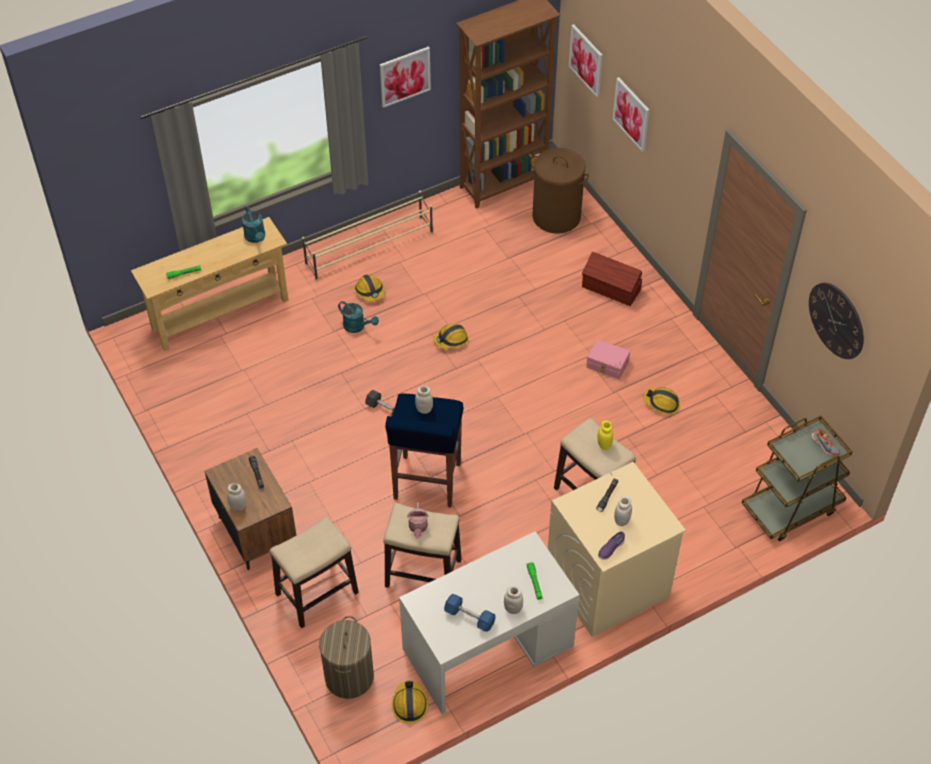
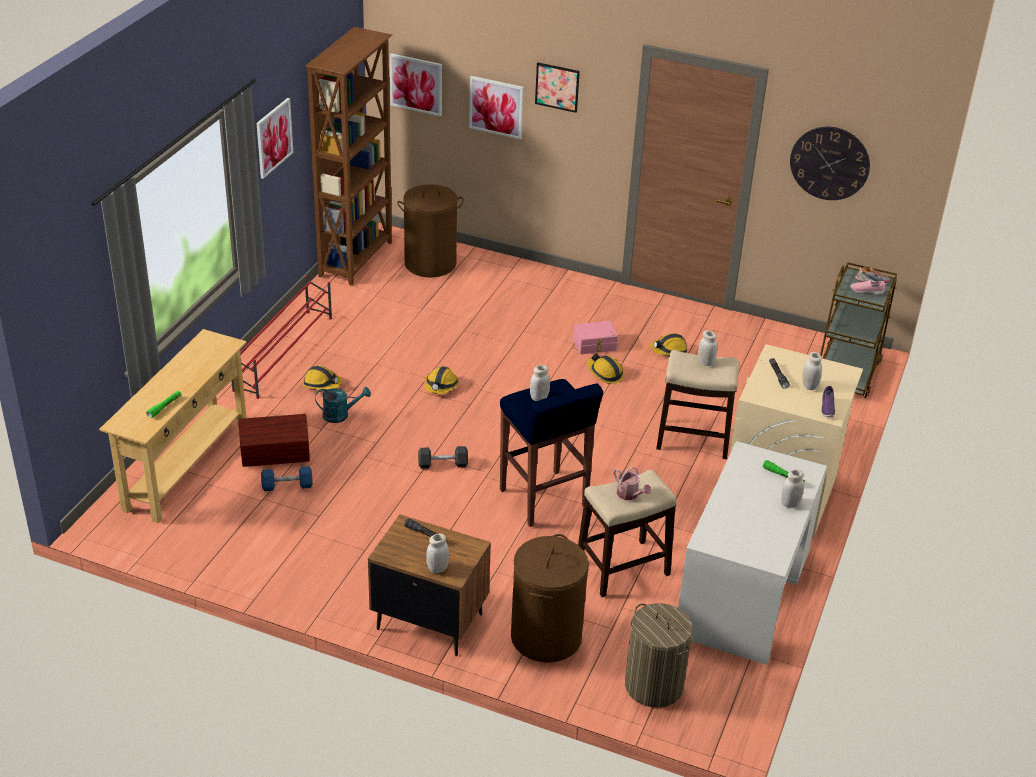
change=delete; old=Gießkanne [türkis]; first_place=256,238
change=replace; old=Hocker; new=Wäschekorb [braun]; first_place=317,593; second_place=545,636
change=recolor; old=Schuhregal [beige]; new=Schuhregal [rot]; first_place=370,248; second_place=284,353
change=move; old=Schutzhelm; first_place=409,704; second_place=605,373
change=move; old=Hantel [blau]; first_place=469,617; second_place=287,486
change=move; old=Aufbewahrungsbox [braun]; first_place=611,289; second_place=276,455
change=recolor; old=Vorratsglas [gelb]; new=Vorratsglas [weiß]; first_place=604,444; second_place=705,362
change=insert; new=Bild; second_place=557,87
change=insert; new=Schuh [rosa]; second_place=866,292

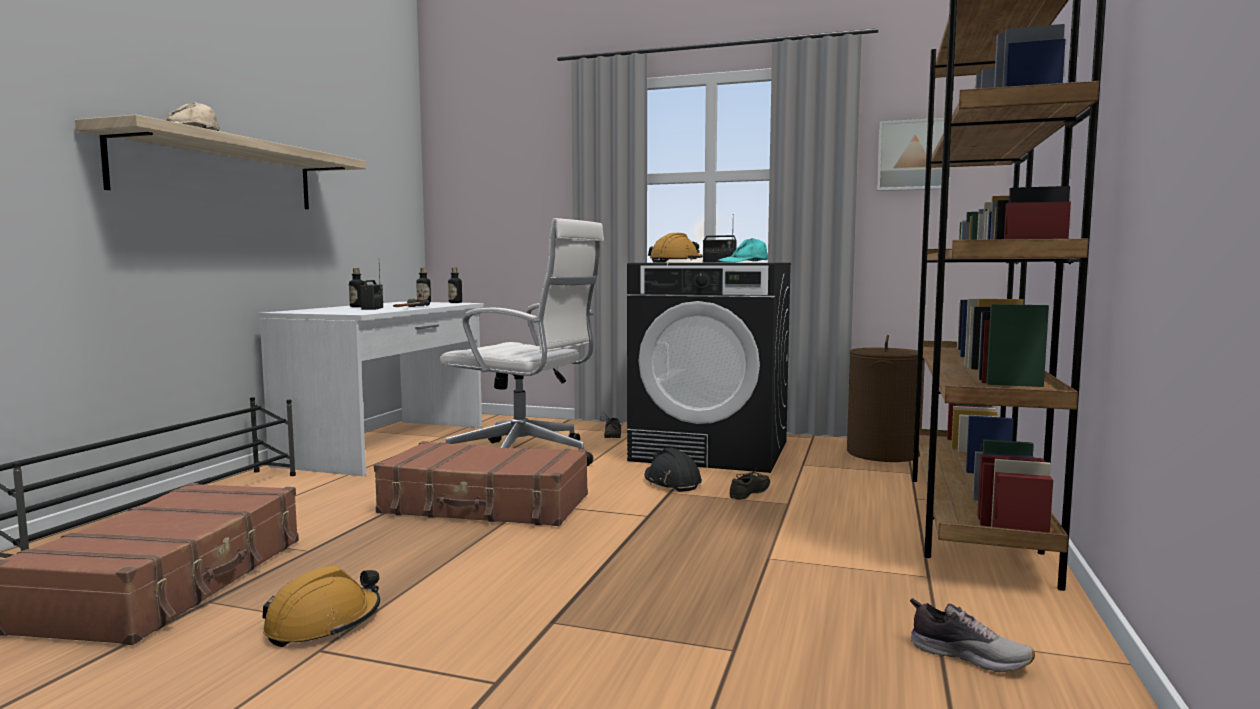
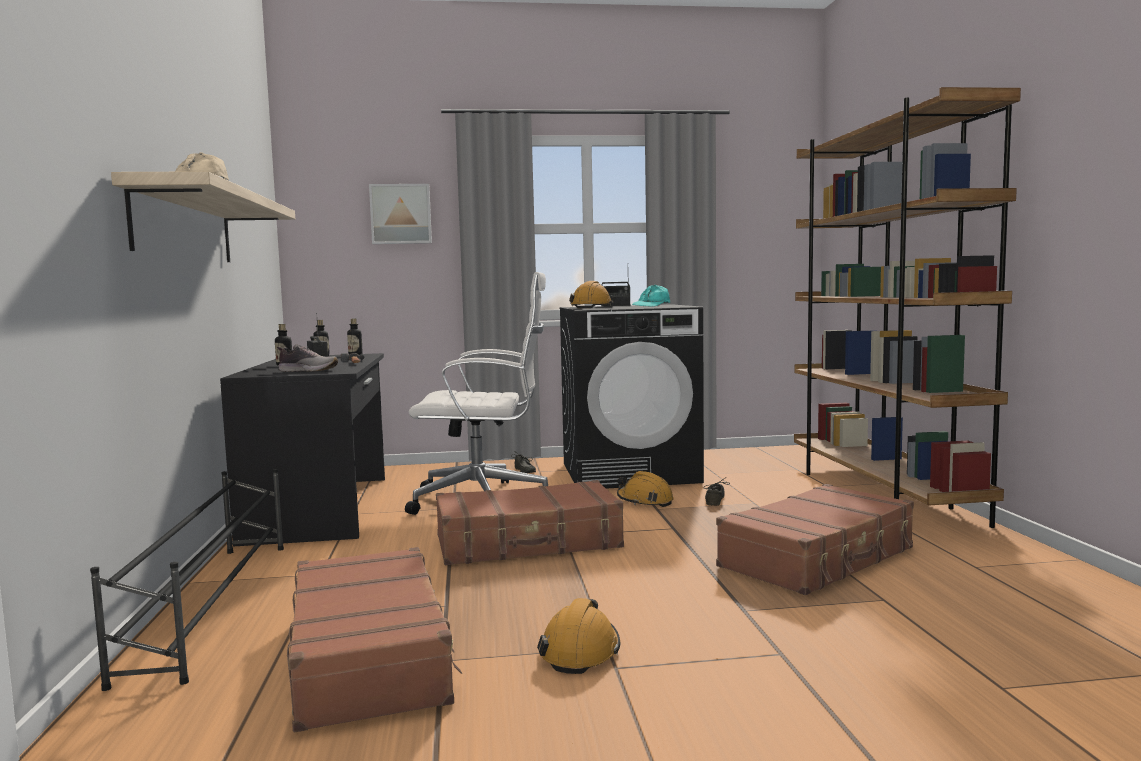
change=recolor; old=Schreibtisch [weiß]; new=Schreibtisch [schwarz]; first_place=388,445; second_place=322,507
change=recolor; old=Schutzhelm [schwarz]; new=Schutzhelm [orange]; first_place=672,482; second_place=645,501
change=delete; old=Wäschekorb [braun]; first_place=882,453
change=move; old=Bild; first_place=913,155; second_place=401,214
change=move; old=Schuh; first_place=968,656; second_place=308,371
change=insert; new=Koffer [braun]; second_place=818,558

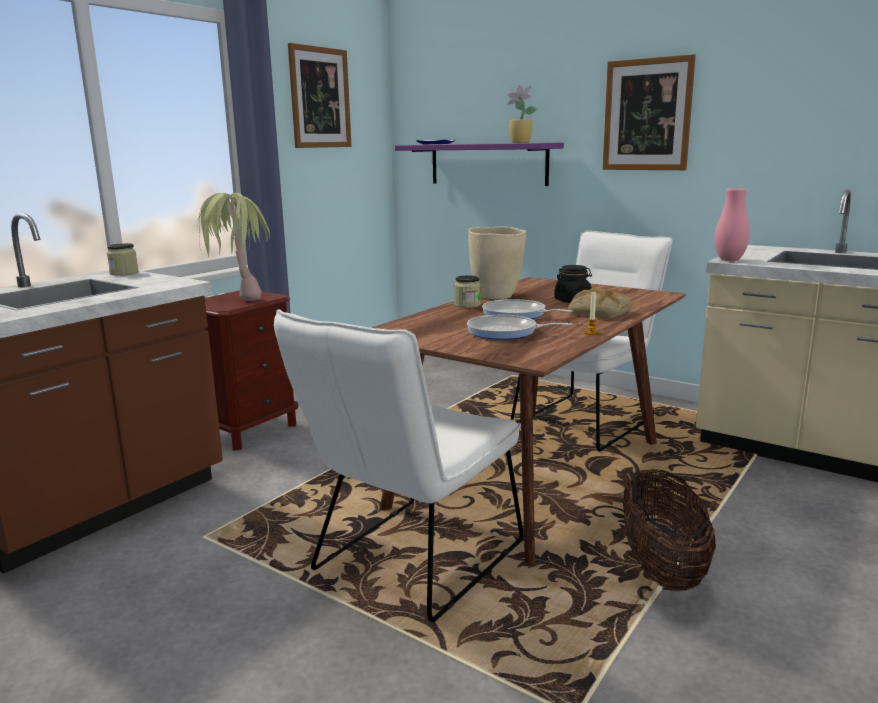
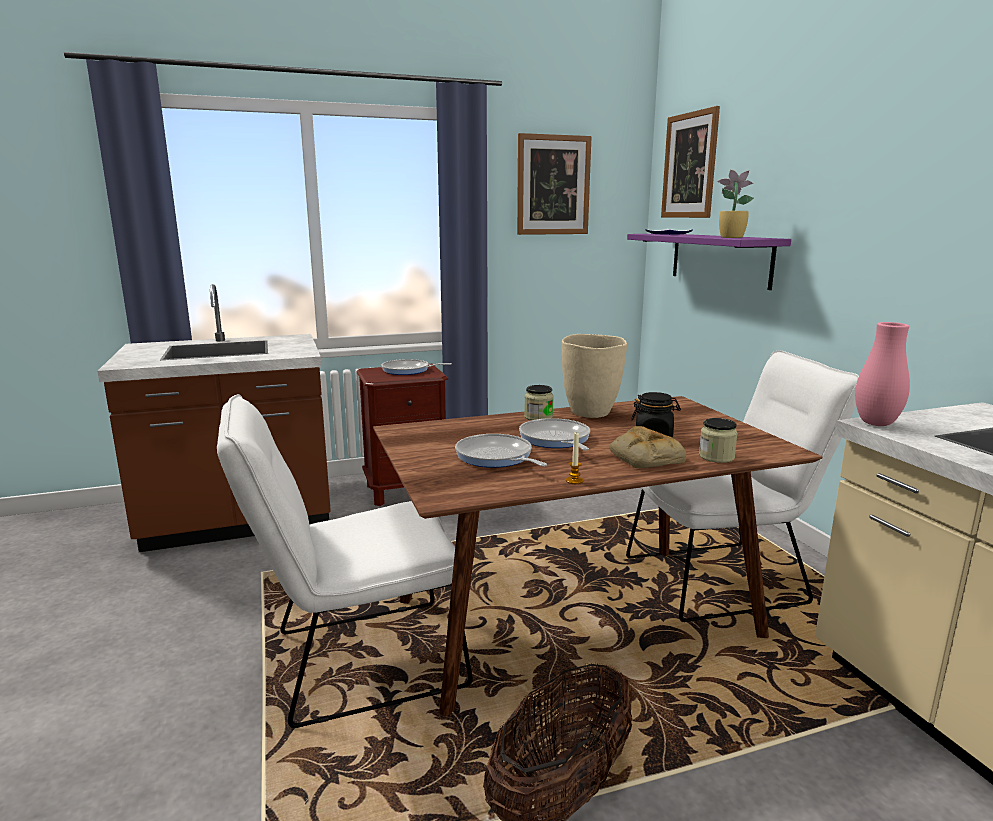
change=move; old=Vorratsglas; first_place=124,273; second_place=716,457
change=replace; old=Topfpflanze; new=Pfanne; first_place=239,297; second_place=408,370
change=move; old=Bild; first_place=647,115; second_place=689,165

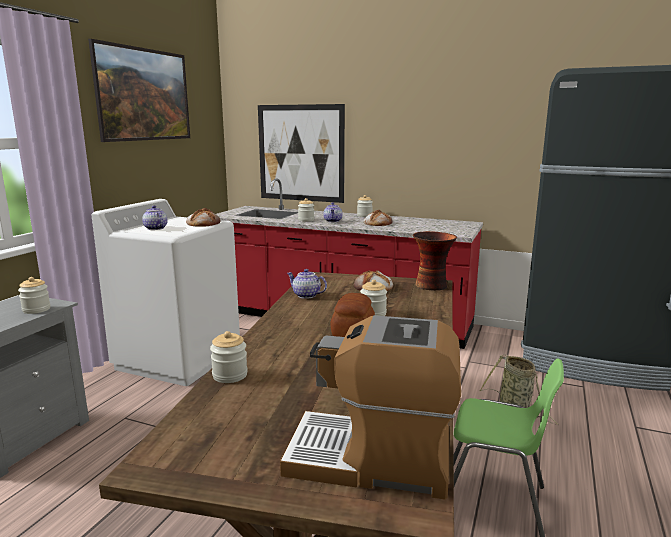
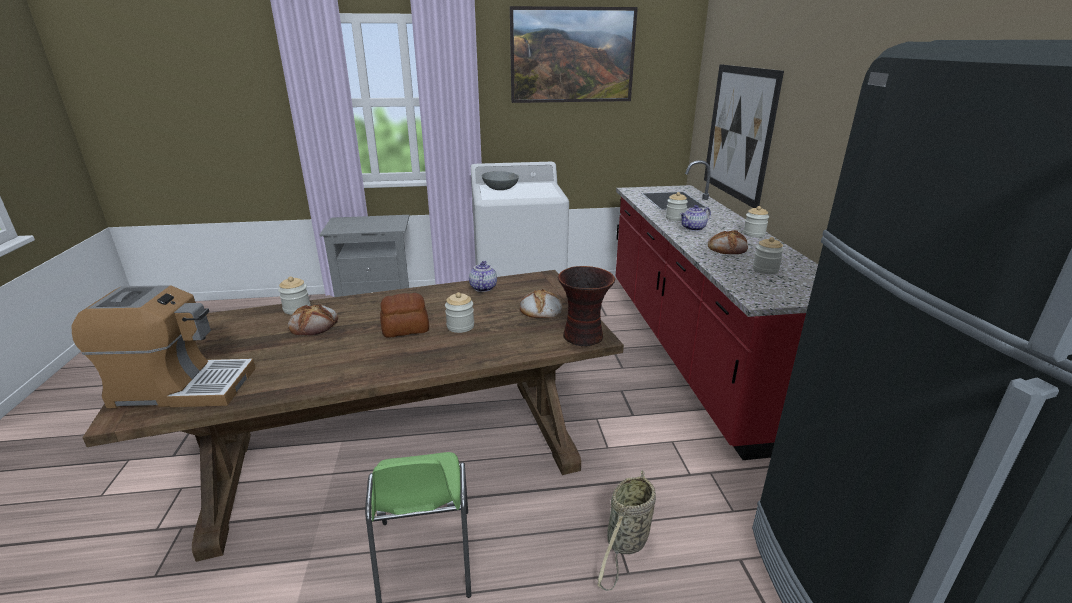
change=move; old=Vorratsglas; first_place=36,309; second_place=765,269
change=replace; old=Teekanne; new=Schüssel [grau]; first_place=155,228; second_place=499,189
change=move; old=Brot; first_place=203,223; second_place=314,324
change=rotate; old=Kaffeemaschine; first_place=372,459; second_place=182,387; degrees=105

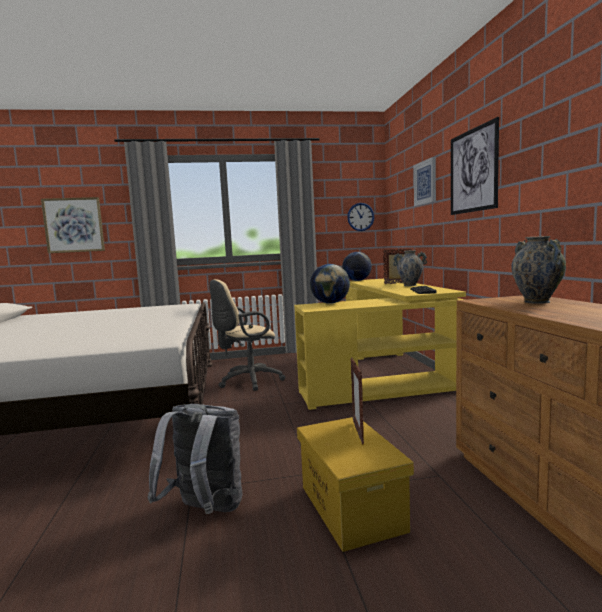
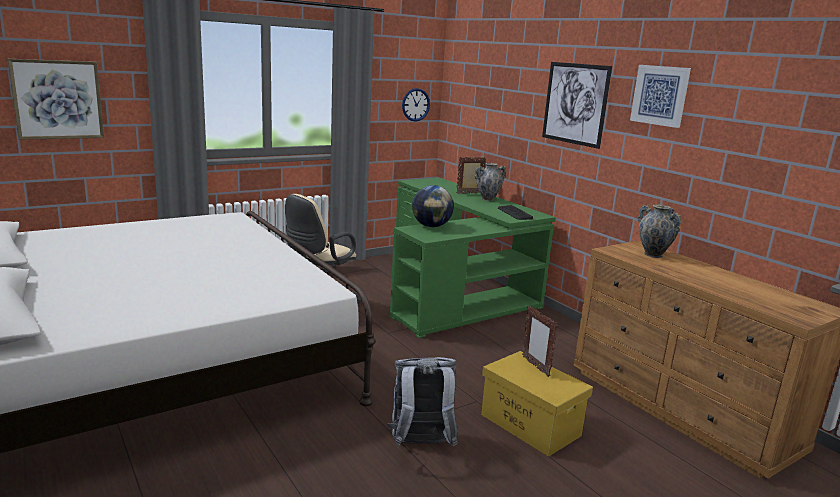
change=recolor; old=Schreibtisch [gelb]; new=Schreibtisch [grün]; first_place=384,374; second_place=457,291
change=delete; old=Globus; first_place=357,281
change=move; old=Bild; first_place=425,182; second_place=660,95

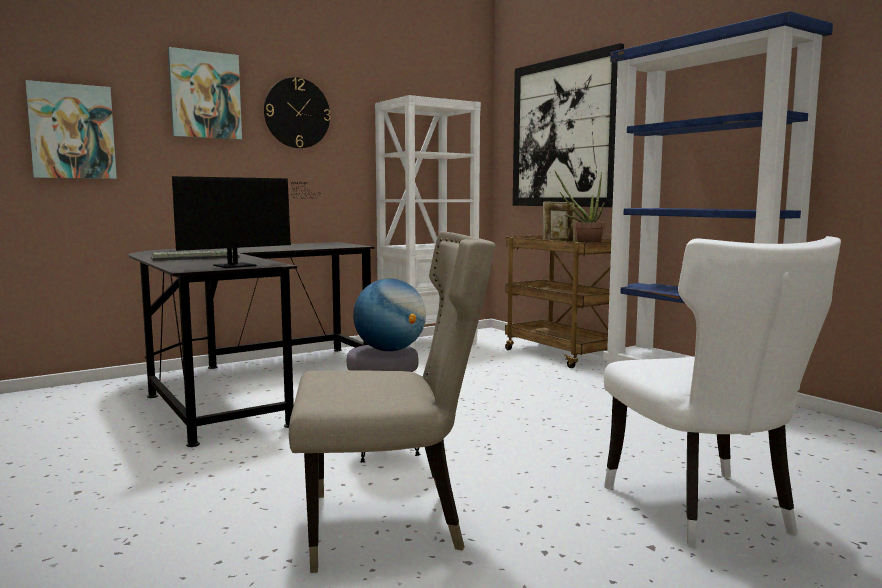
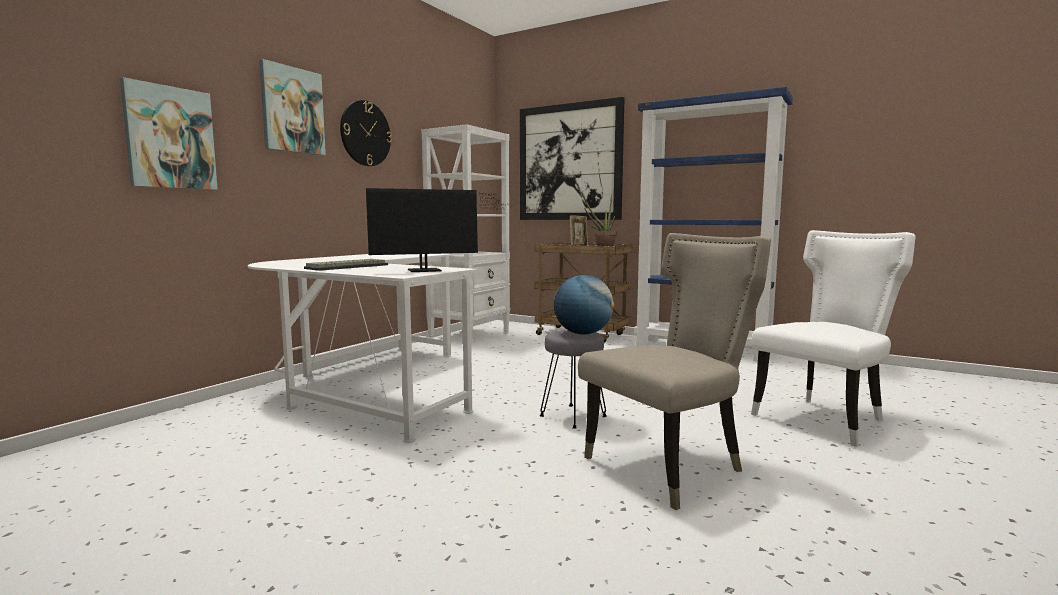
change=recolor; old=Schreibtisch [schwarz]; new=Schreibtisch [weiß]; first_place=247,384; second_place=369,385
change=rotate; old=Monitor; first_place=241,265; second_place=430,270; degrees=45
change=rotate; old=Stuhl [weiß]; first_place=705,511; second_place=824,418; degrees=-90

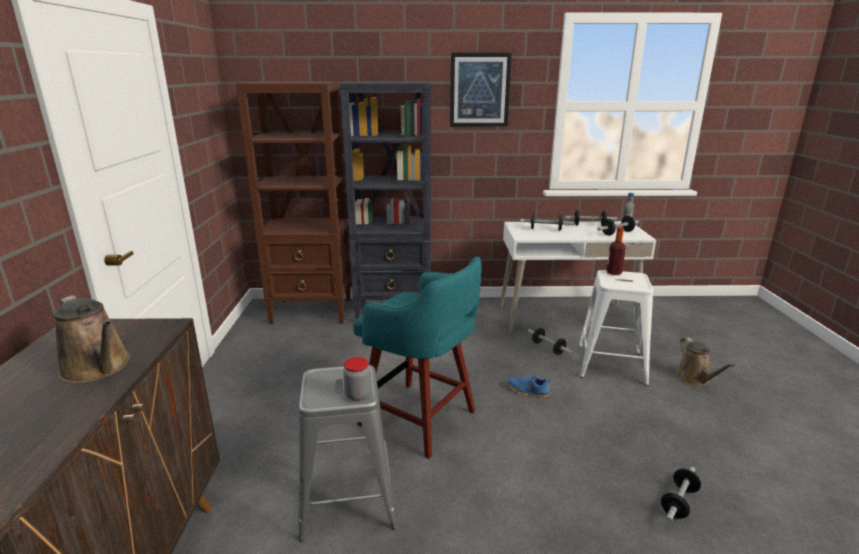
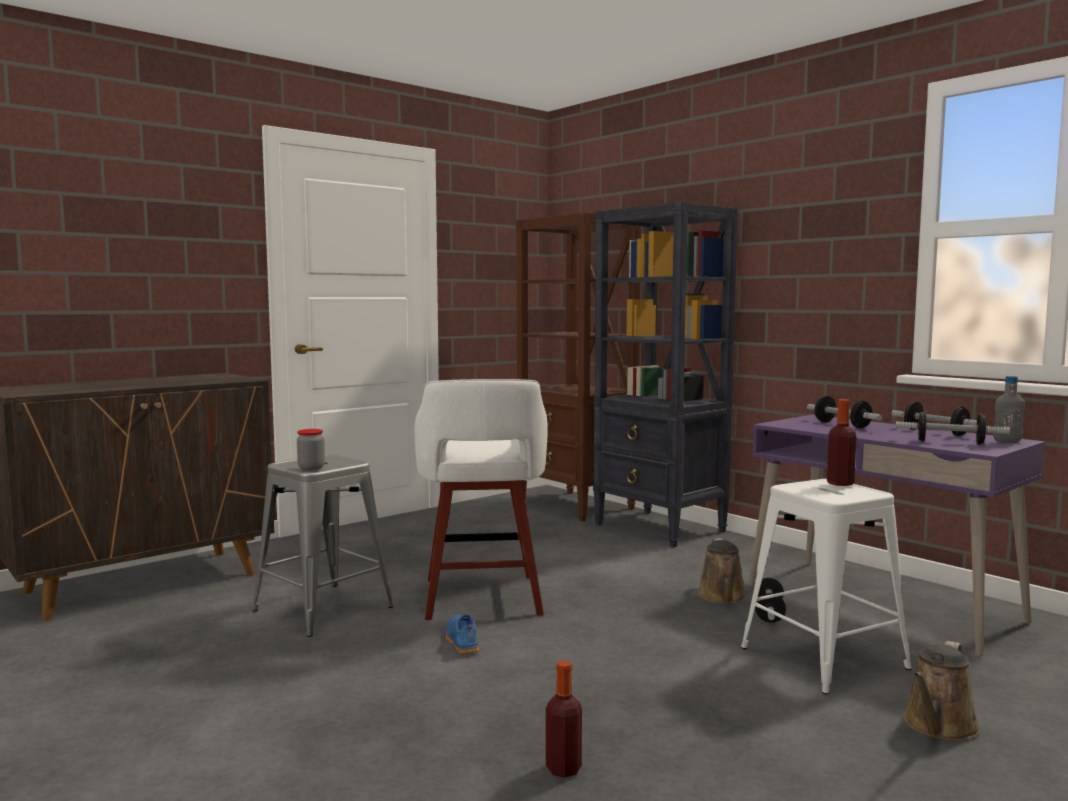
change=move; old=Gießkanne [braun]; first_place=98,368; second_place=723,597
change=recolor; old=Hocker [türkis]; new=Hocker [weiß]; first_place=420,419; second_place=481,598
change=delete; old=Bild; first_place=479,90
change=recolor; old=Schreibtisch [weiß]; new=Schreibtisch [lila]; first_place=566,319; second_place=881,603
change=move; old=Schuh [blau]; first_place=528,391; second_place=461,642
change=replace; old=Hantel; new=Flasche; first_place=678,502; second_place=563,769

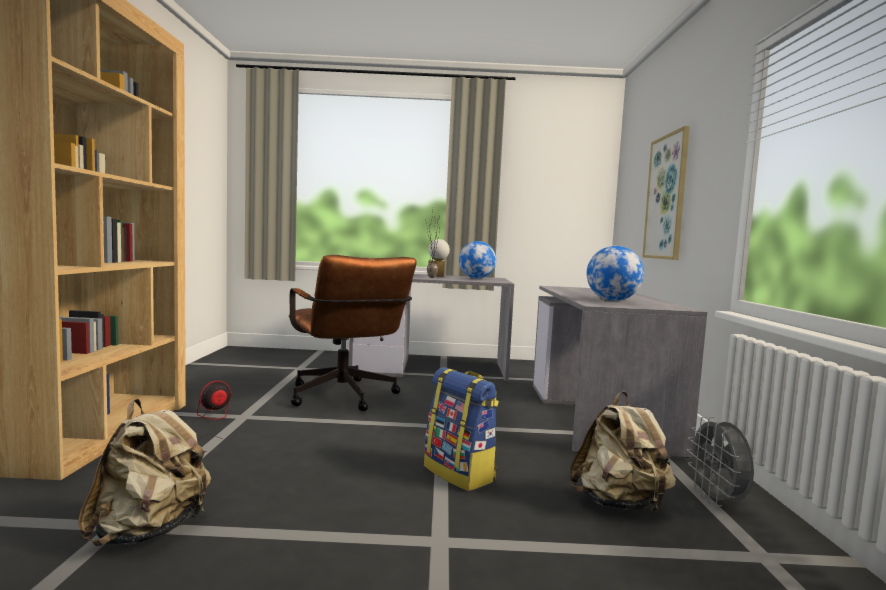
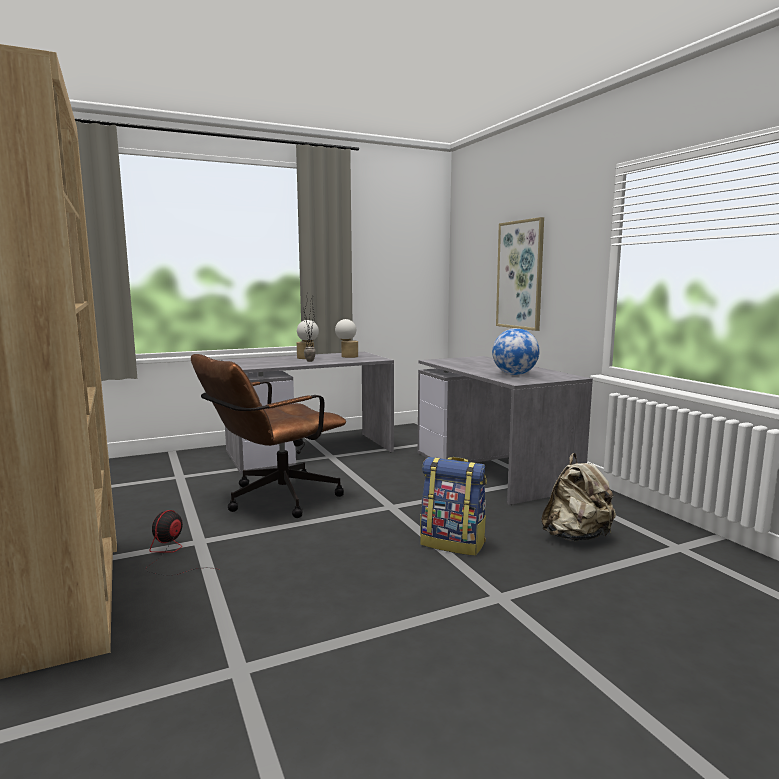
change=delete; old=Rucksack [beige]; first_place=149,531
change=rotate; old=Bürostuhl [braun]; first_place=345,398; second_place=273,500; degrees=105
change=replace; old=Globus; new=Tischlampe; first_place=476,278; second_place=347,356
change=delete; old=Ventilator [grau]; first_place=717,500

